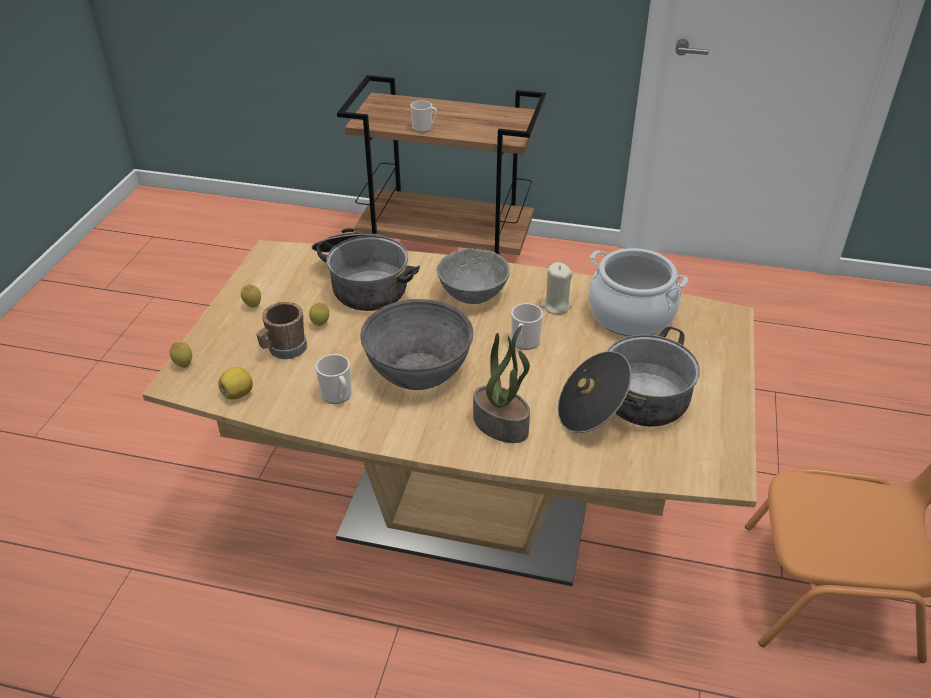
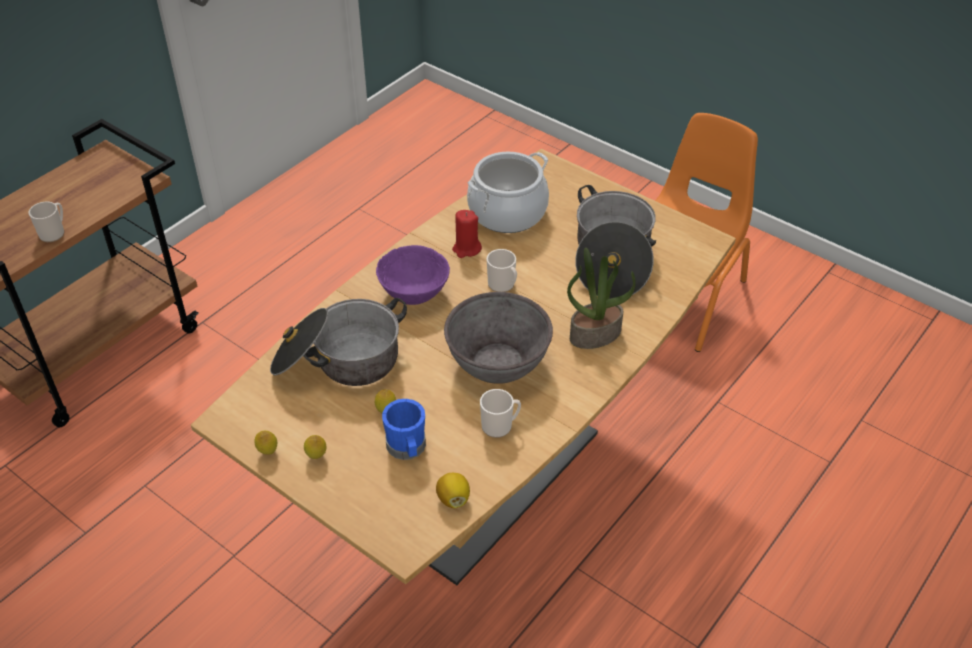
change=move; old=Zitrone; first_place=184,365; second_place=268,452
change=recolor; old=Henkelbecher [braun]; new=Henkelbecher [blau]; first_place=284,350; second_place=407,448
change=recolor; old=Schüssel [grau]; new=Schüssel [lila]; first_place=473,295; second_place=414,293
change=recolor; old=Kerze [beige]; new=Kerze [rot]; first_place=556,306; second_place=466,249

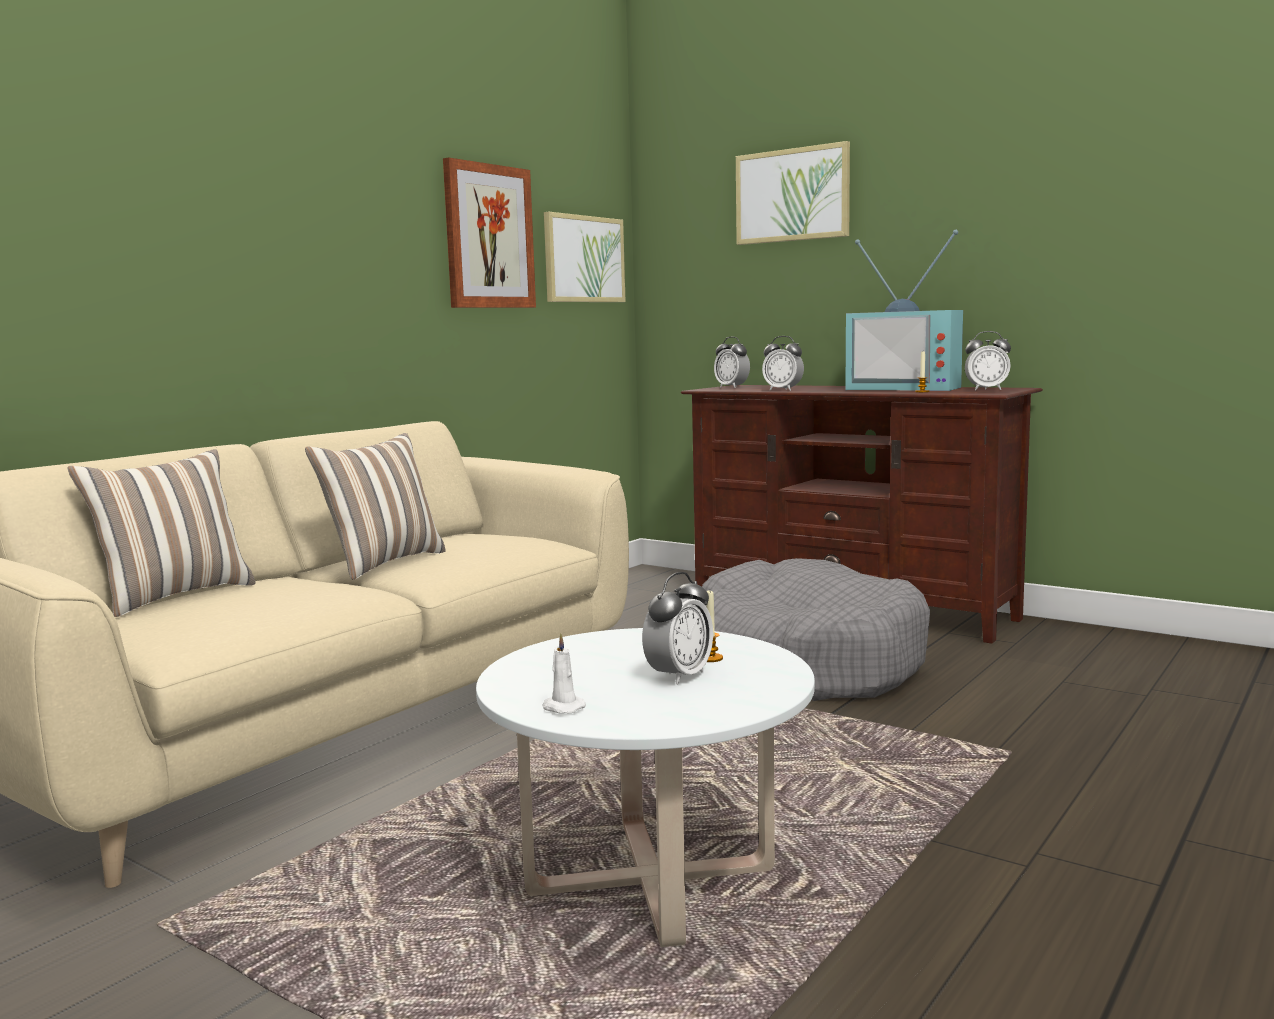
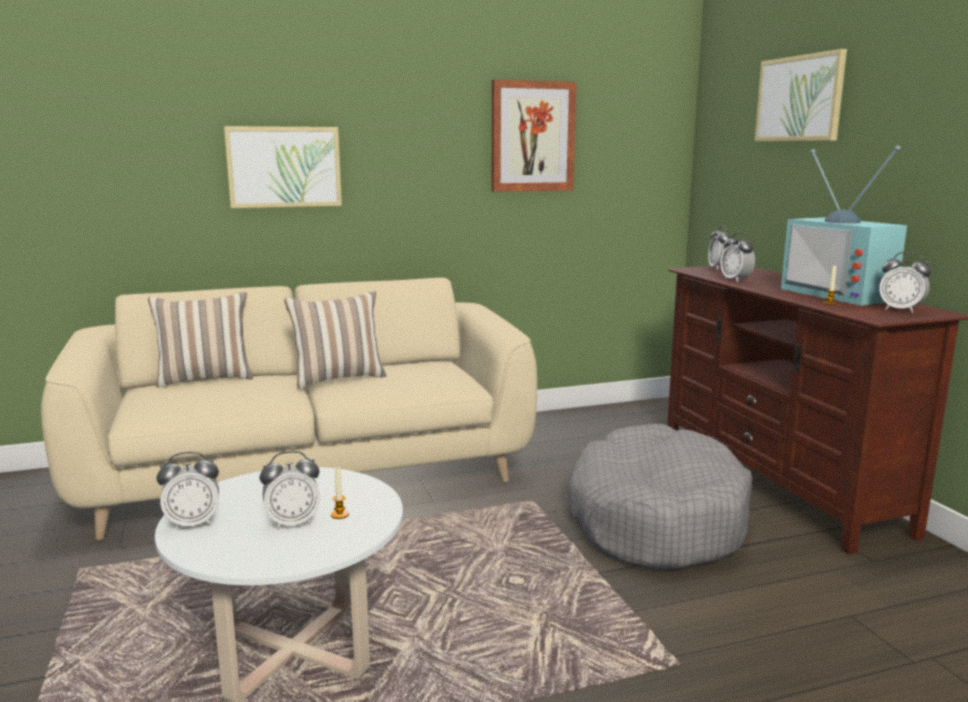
change=replace; old=Kerze [weiß]; new=Wecker; first_place=562,708; second_place=193,523
change=move; old=Bild; first_place=583,259; second_place=284,167

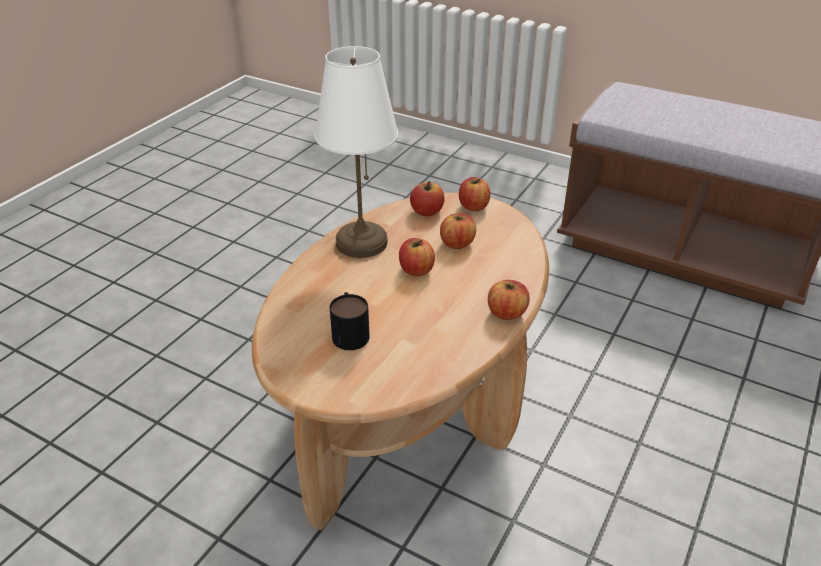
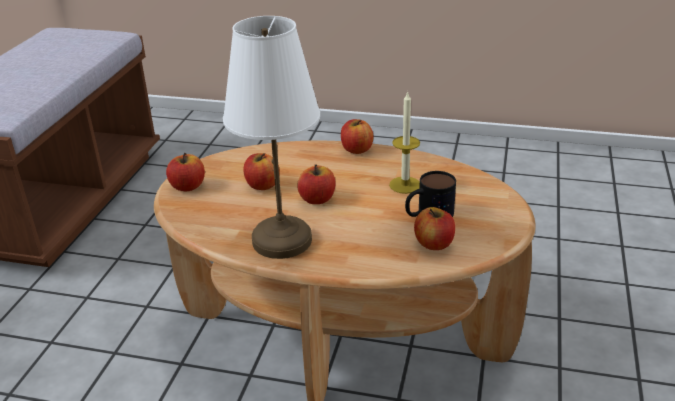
change=move; old=Apfel; first_place=427,211; second_place=434,243
change=insert; new=Kerze; second_place=405,185

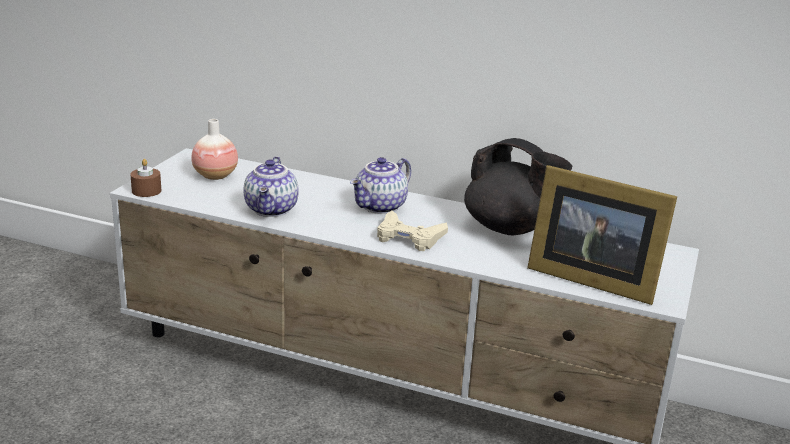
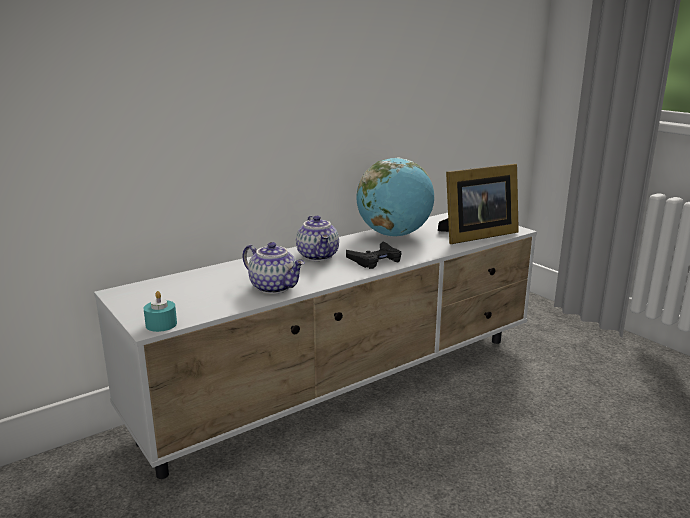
change=recolor; old=Kerze [braun]; new=Kerze [türkis]; first_place=146,191; second_place=161,324
change=delete; old=Vase; first_place=215,175
change=recolor; old=Gamepad [beige]; new=Gamepad [schwarz]; first_place=409,237; second_place=375,260
change=replace; old=Teekanne [schwarz]; new=Globus; first_place=509,228; second_place=394,235

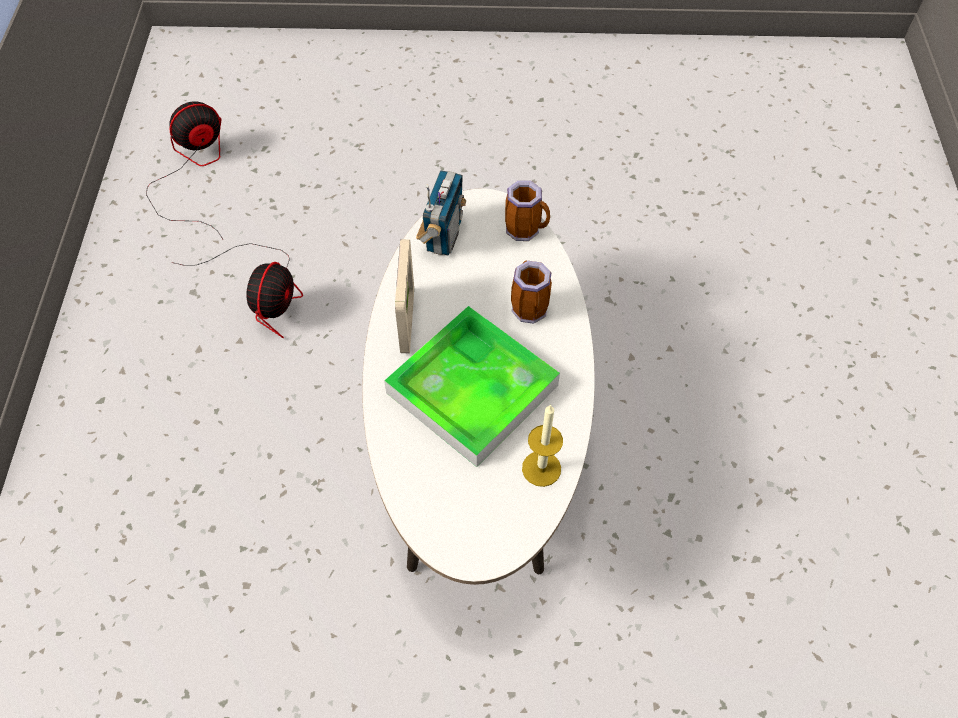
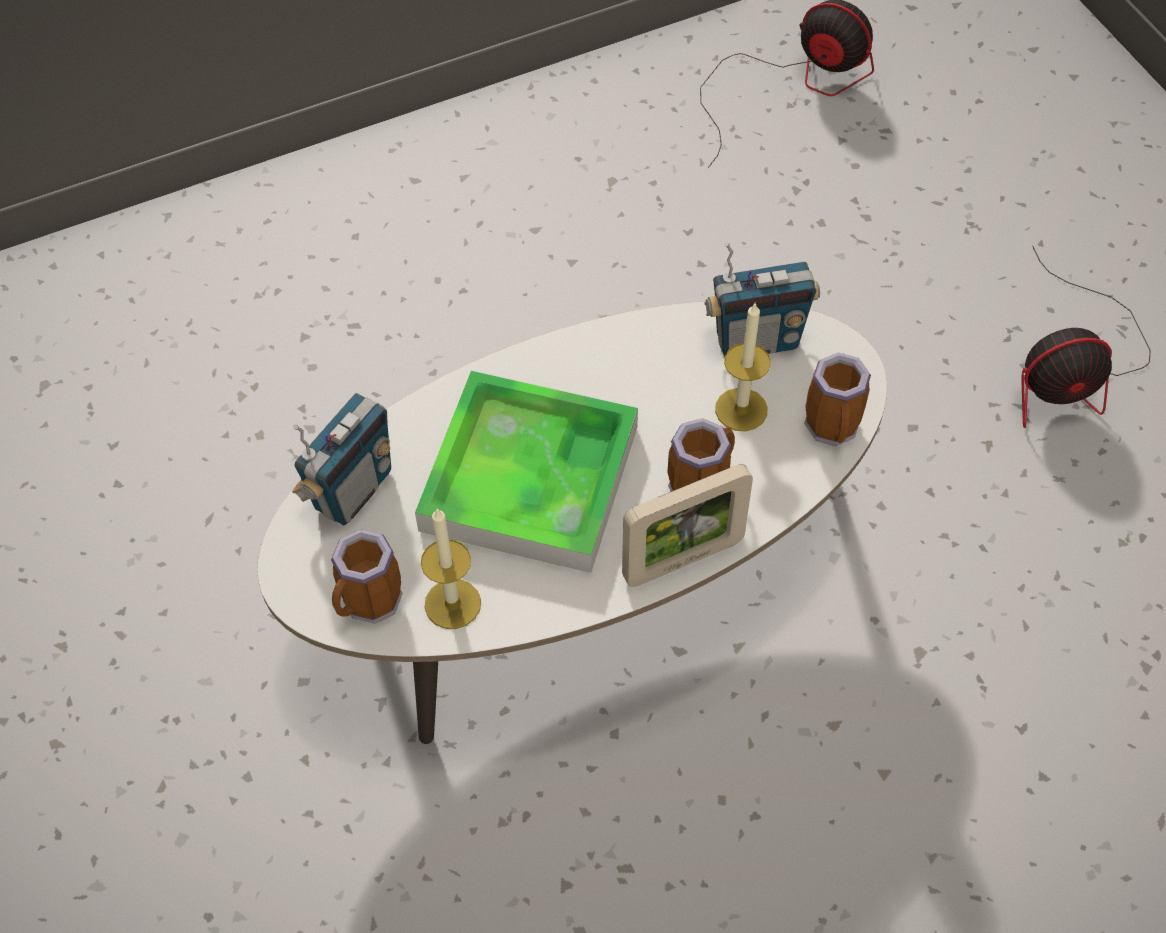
change=move; old=Ventilator; first_place=265,294; second_place=1070,371
change=move; old=Bilderrahmen; first_place=407,321; second_place=683,560
change=insert; new=Radio; second_place=352,490
change=insert; new=Henkelbecher; second_place=371,605
change=insert; new=Kerze; second_place=741,409

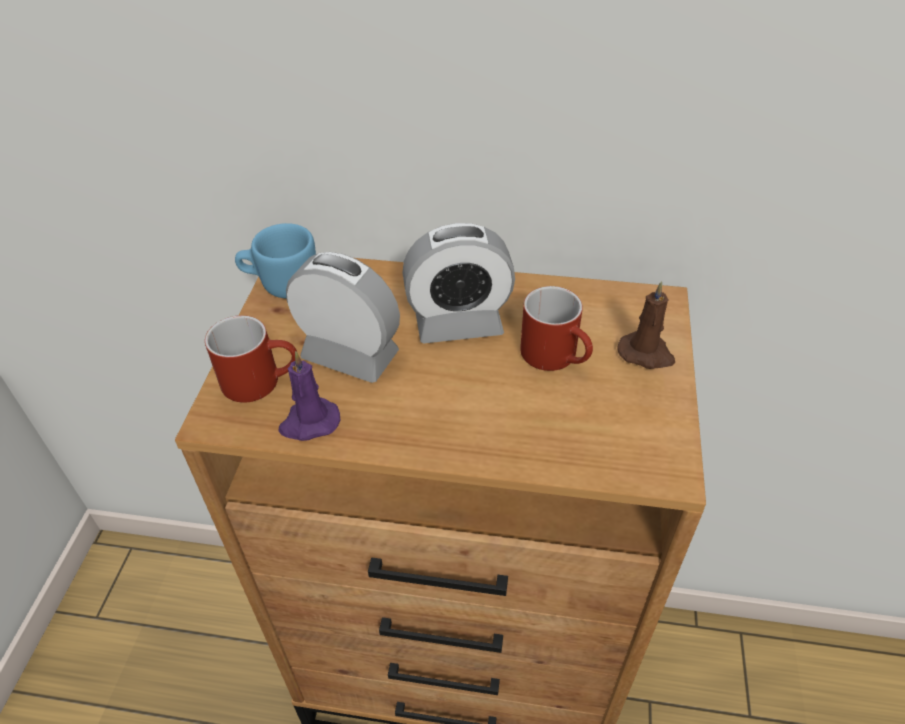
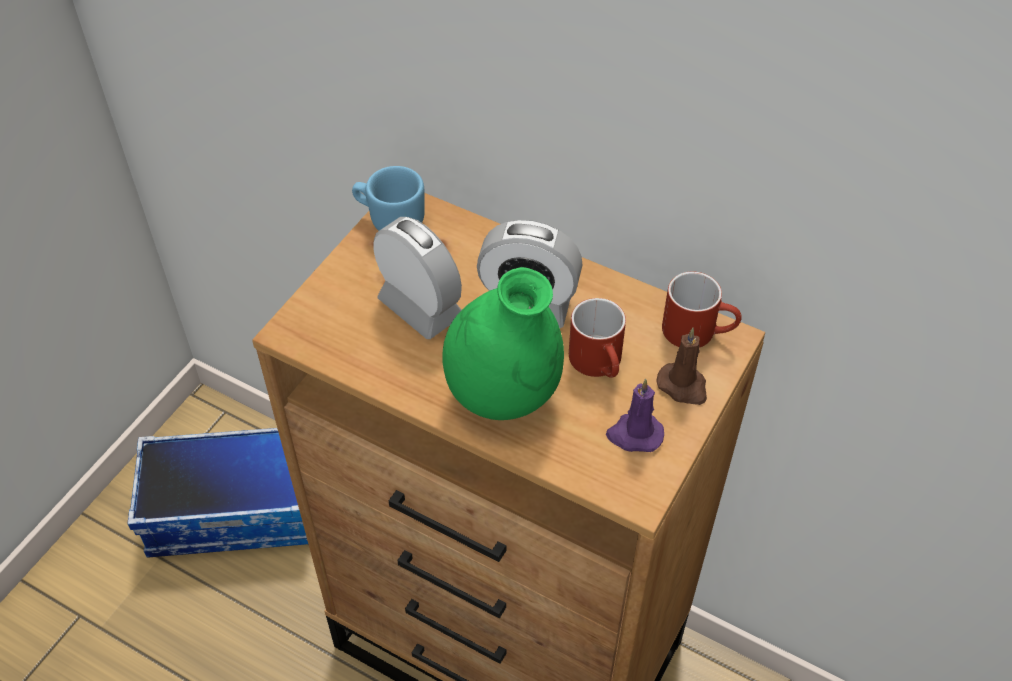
change=move; old=Henkelbecher [rot]; first_place=262,379; second_place=698,331
change=move; old=Kerze [lila]; first_place=309,422; second_place=634,434
change=insert; new=Aufbewahrungsbox; second_place=236,509
change=insert; new=Vase [grün]; second_place=503,395

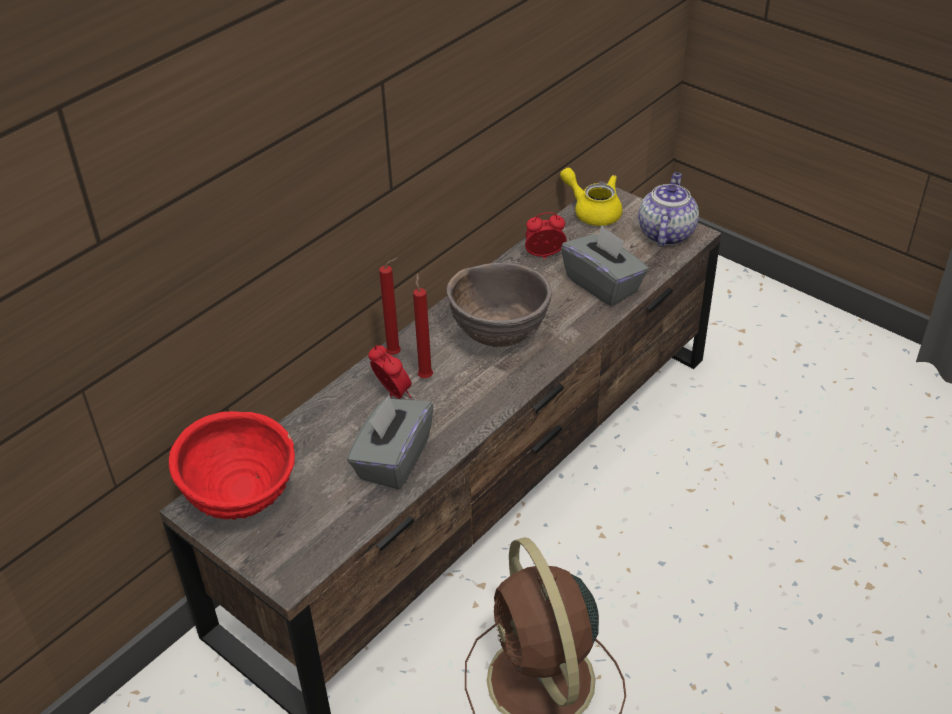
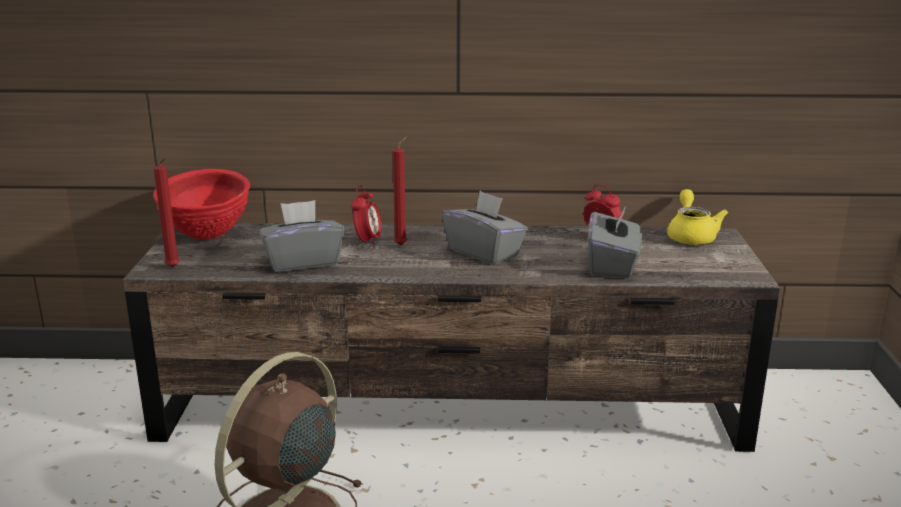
change=move; old=Kerze [rot]; first_place=396,354; second_place=173,268
change=replace; old=Schüssel [braun]; new=Taschentuchbox [grau]; first_place=499,336; second_place=484,252
change=delete; old=Teekanne; first_place=665,233

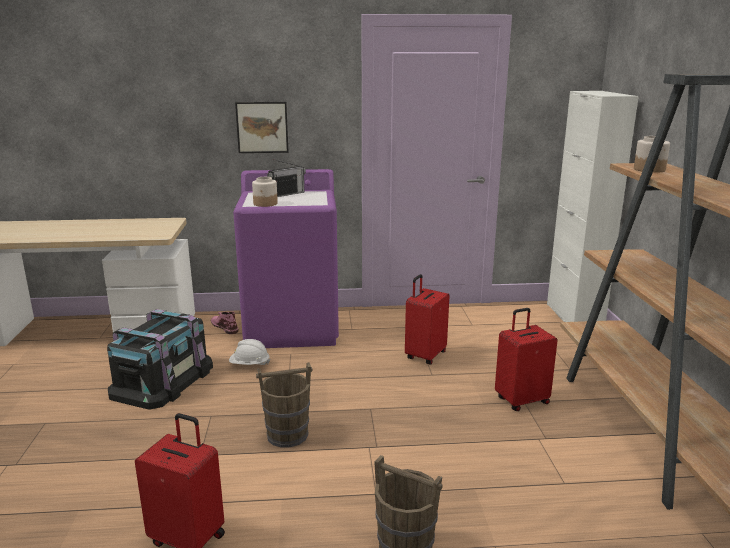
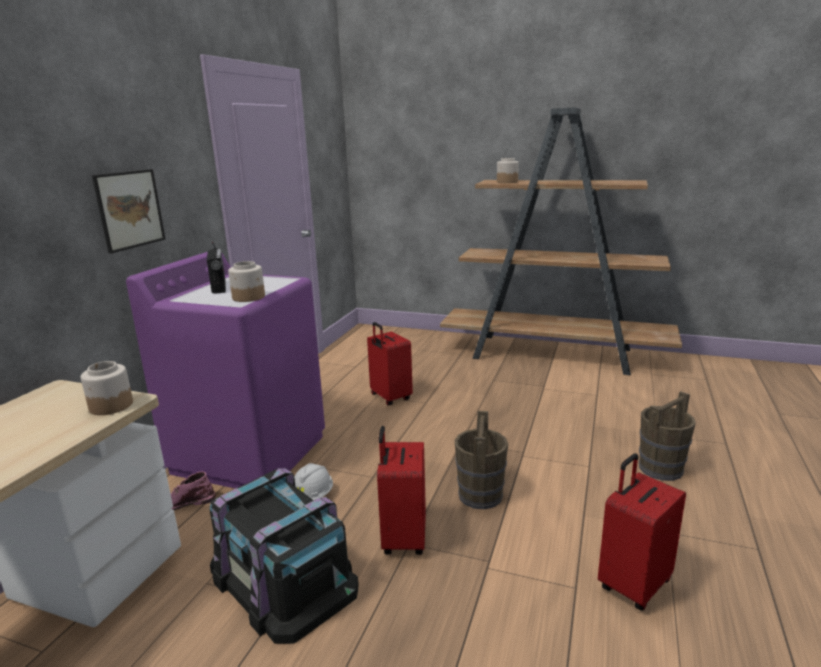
change=move; old=Koffer [rot]; first_place=521,400; second_place=403,538
change=delete; old=Schrank [weiß]; first_place=574,317
change=insert; new=Vorratsglas; second_place=111,406

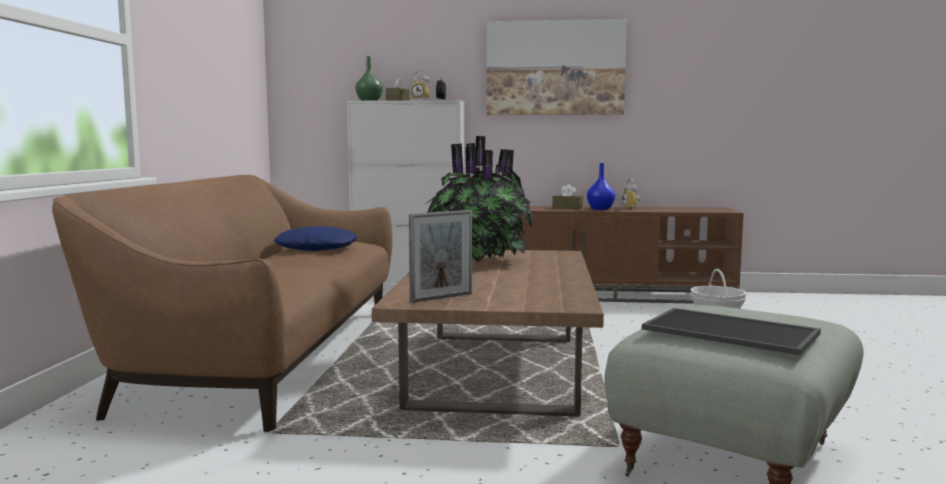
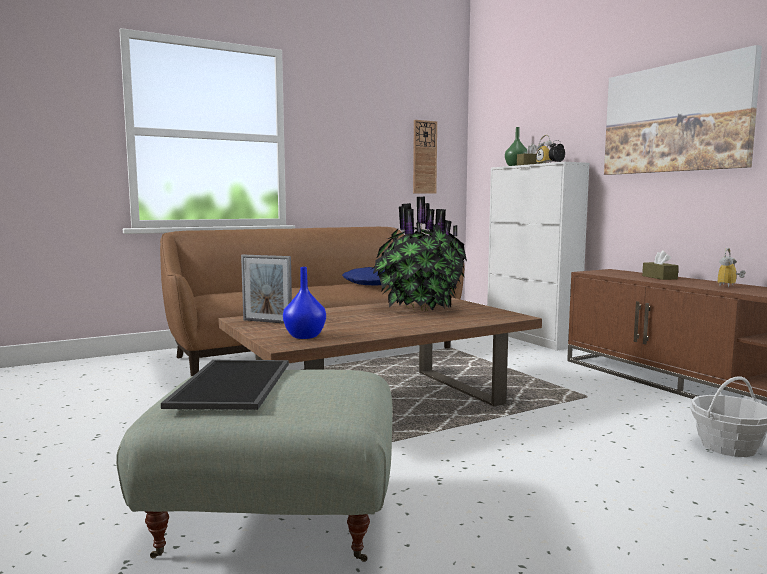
change=move; old=Vase [blau]; first_place=600,209; second_place=305,336
change=insert; new=Wanduhr; second_place=424,157

